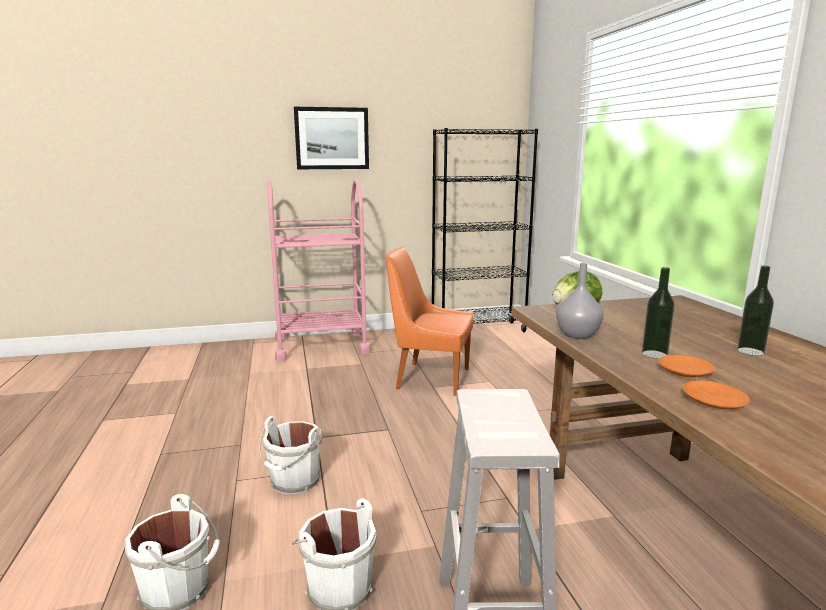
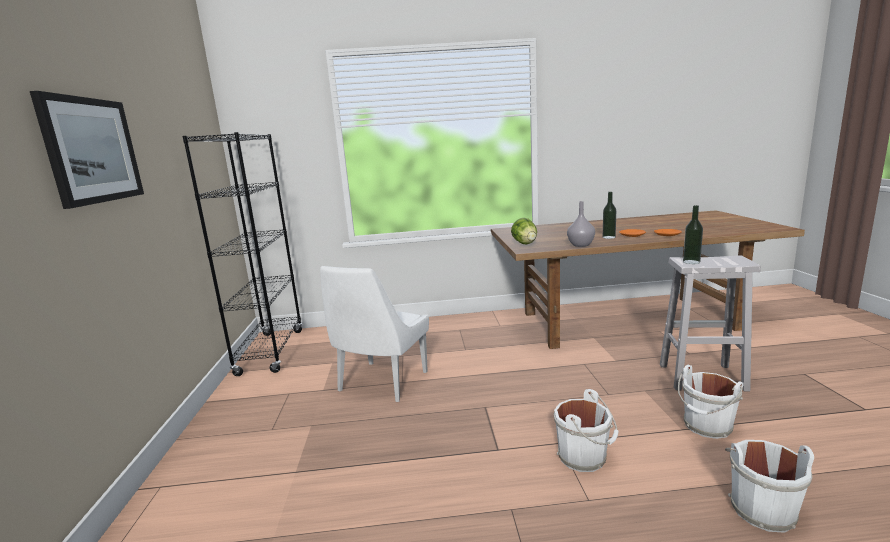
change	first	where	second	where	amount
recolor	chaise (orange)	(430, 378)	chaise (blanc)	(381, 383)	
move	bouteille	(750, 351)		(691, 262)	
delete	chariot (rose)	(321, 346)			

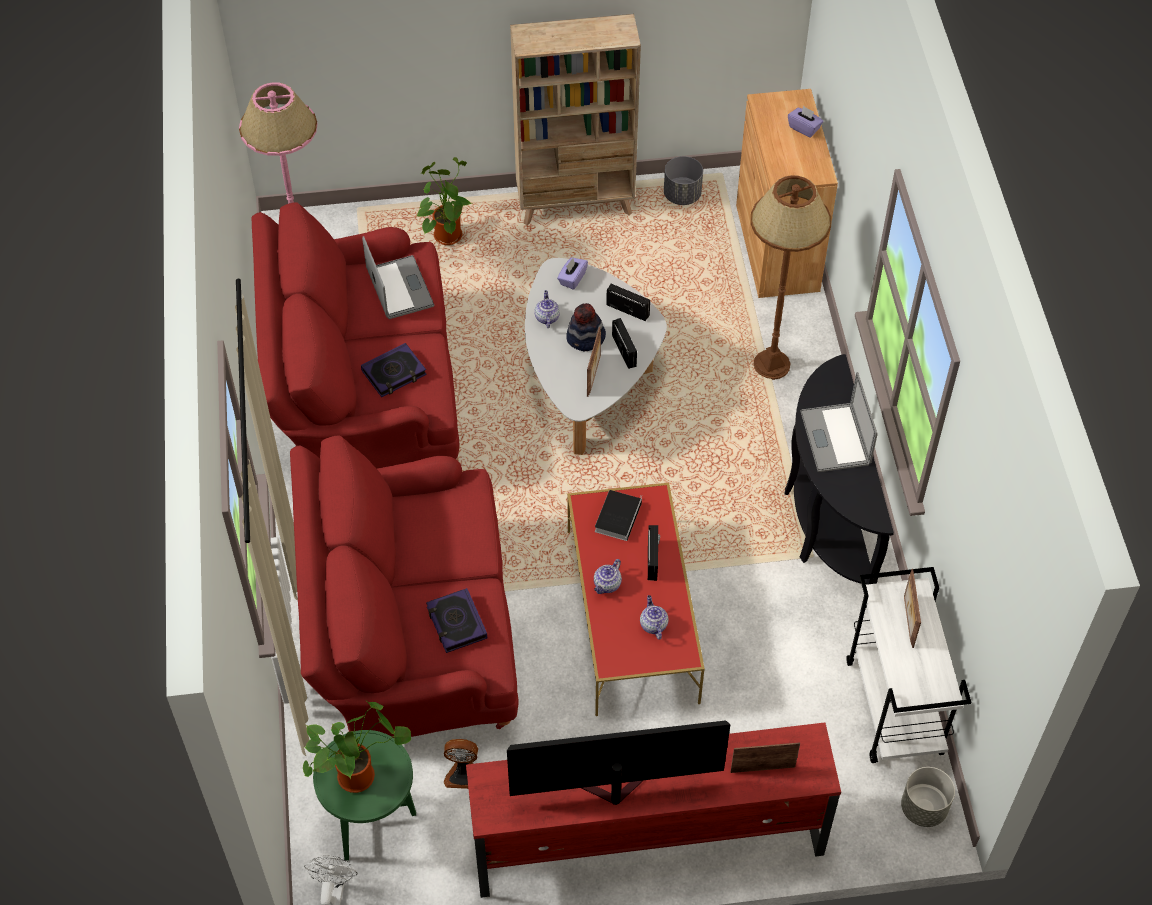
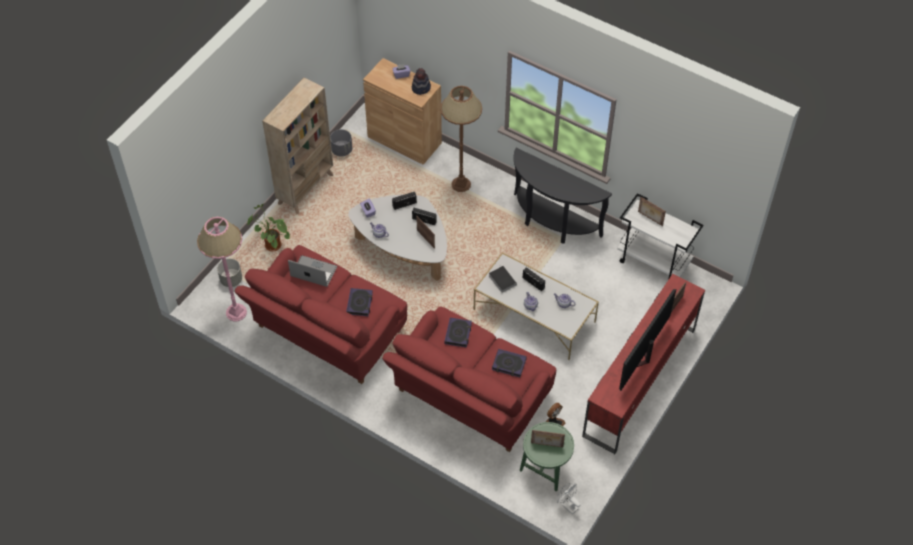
change	first	where	second	where	amount
move	cache-pot (gris)	(924, 808)		(231, 279)	
move	chapeau	(586, 338)		(421, 88)	
insert			livre	(458, 334)	
recolor	table basse (rouge)	(631, 614)	table basse (blanc)	(533, 315)	
replace	plante en pot	(359, 773)	cadre photo	(547, 445)	
delete	ordinateur portable	(835, 438)			

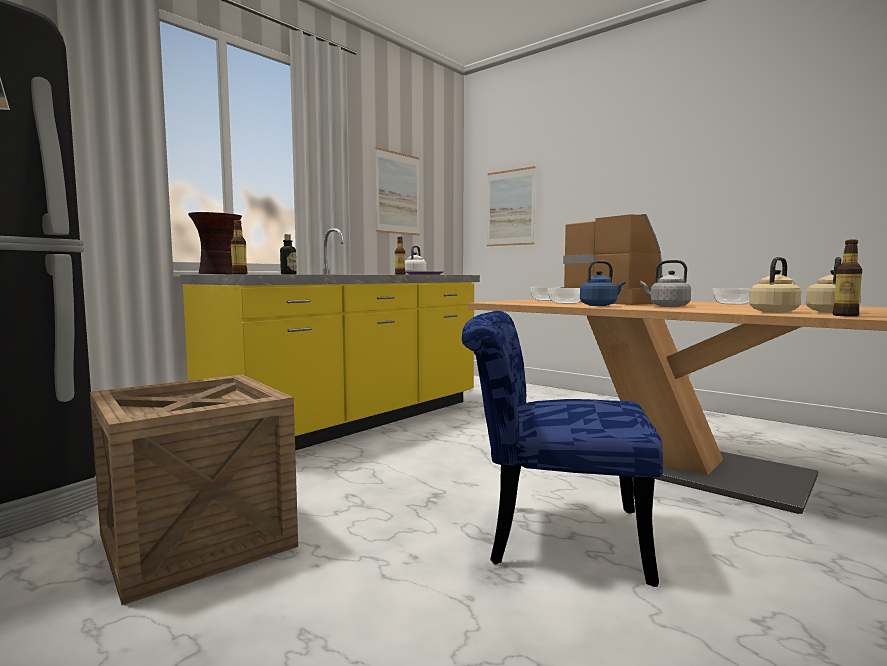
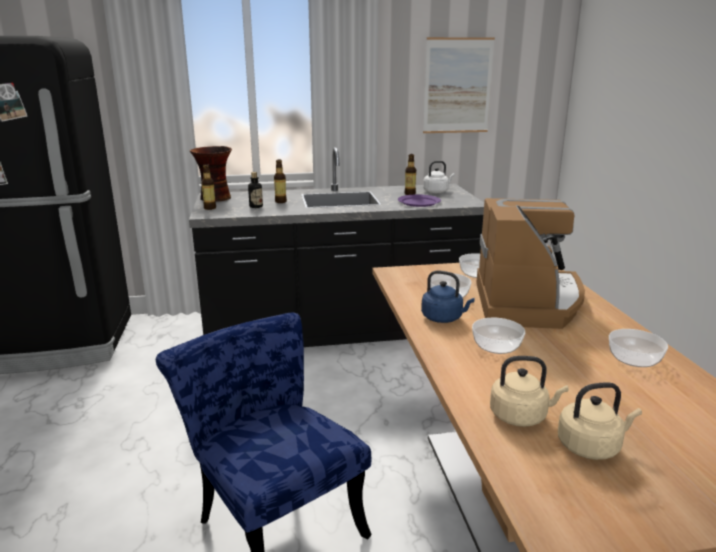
change	first	where	second	where	amount
recolor	comptoir de cuisine (jaune)	(353, 422)	comptoir de cuisine (noir)	(339, 331)	
move	bouteille	(845, 315)		(280, 202)	
replace	bouilloire (gris)	(667, 306)	bol	(495, 346)	
delete	caisse	(196, 540)			
delete	tableau	(510, 208)			

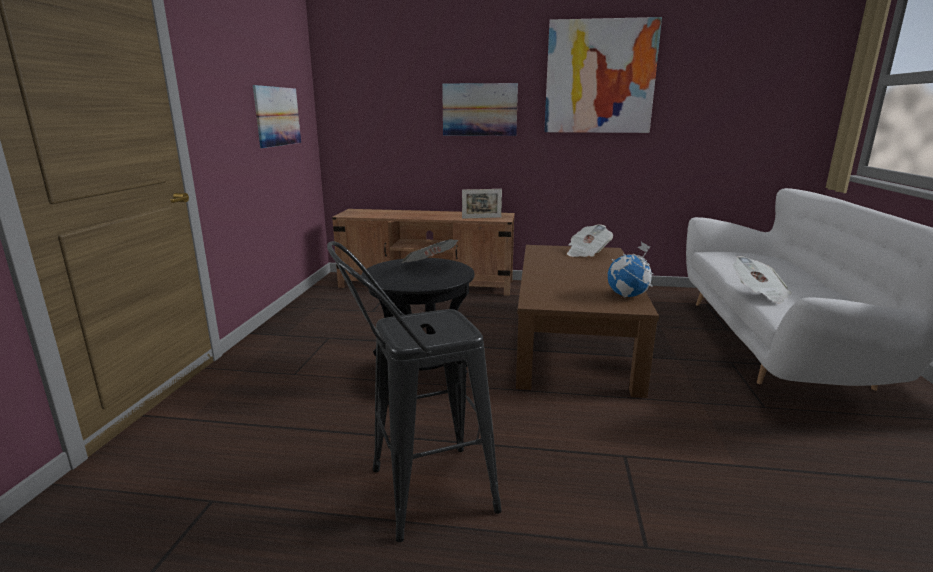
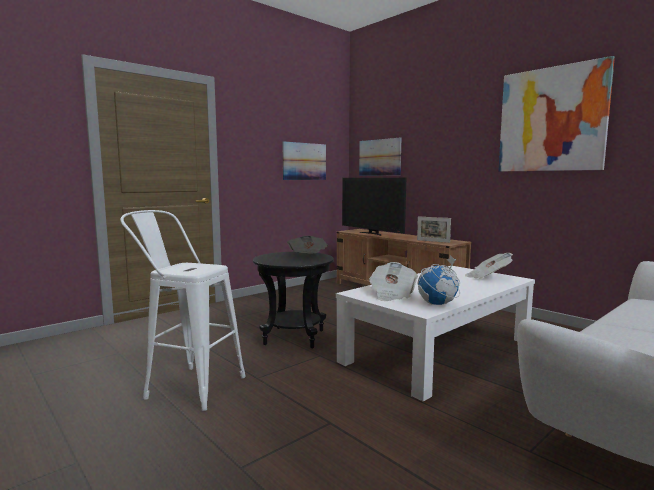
change	first	where	second	where	amount
recolor	tabouret (noir)	(418, 493)	tabouret (blanc)	(188, 385)	
recolor	table basse (marron)	(573, 341)	table basse (blanc)	(438, 351)	
insert			téléviseur	(372, 233)	
move	tableau	(479, 109)		(379, 157)	
move	journal	(759, 294)		(392, 295)	

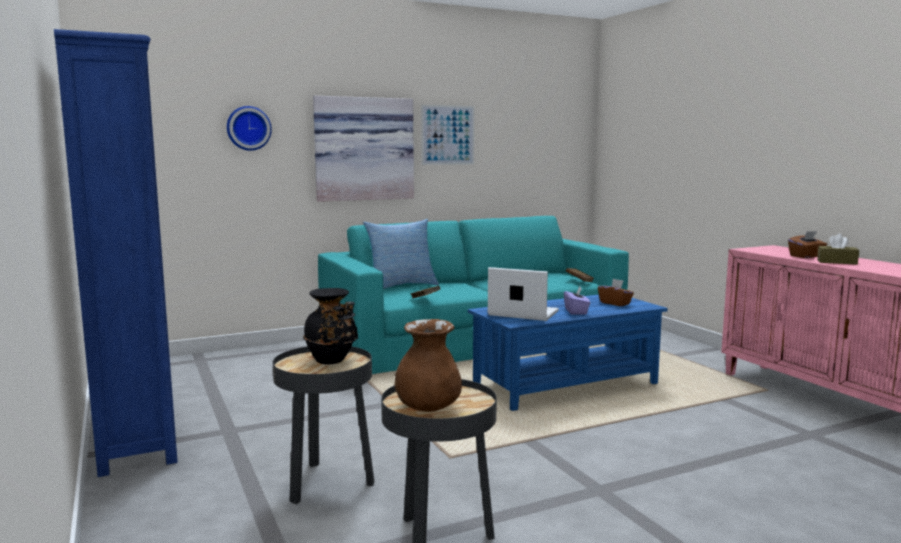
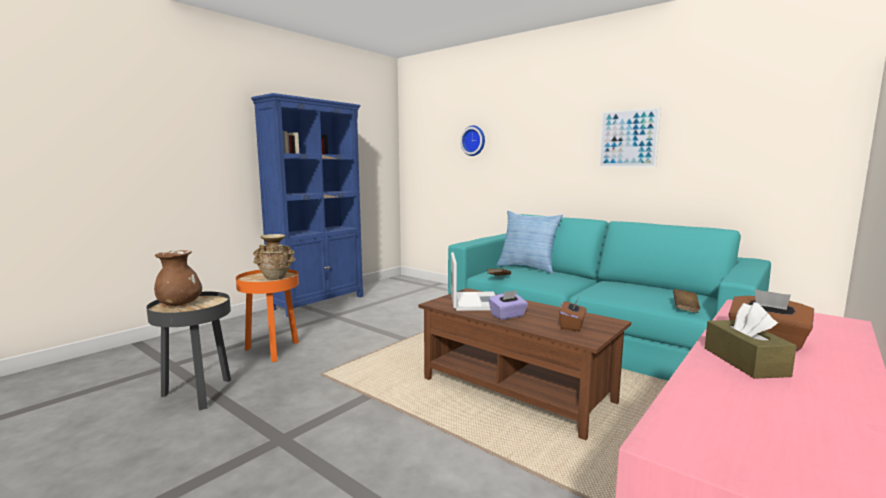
change	first	where	second	where	amount
recolor	table d'appoint (noir)	(327, 482)	table d'appoint (orange)	(273, 350)	
recolor	vase (noir)	(332, 360)	vase (beige)	(275, 278)	
recolor	table basse (bleu)	(565, 385)	table basse (marron)	(517, 390)	
delete	tableau	(363, 149)			

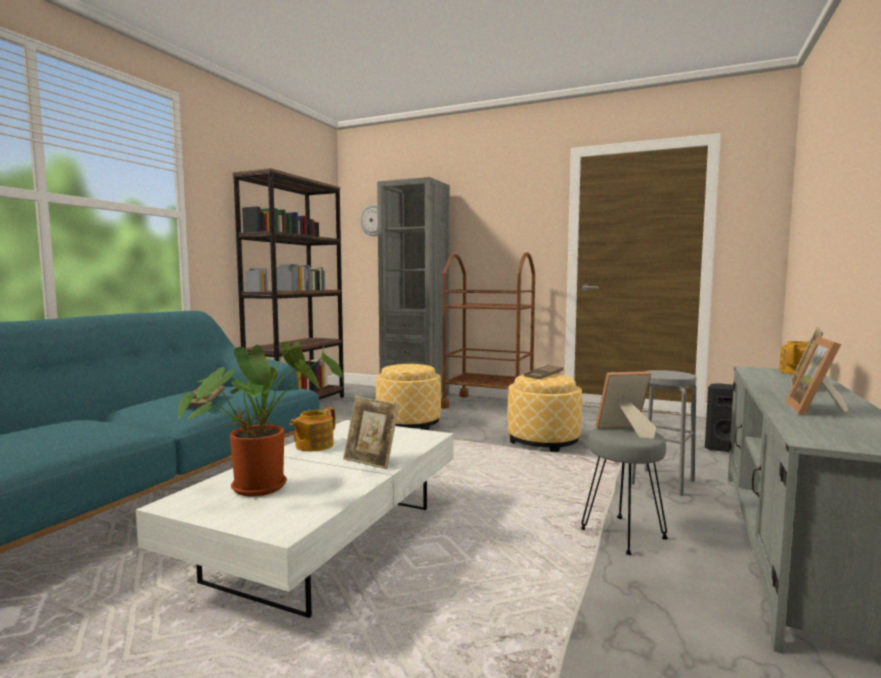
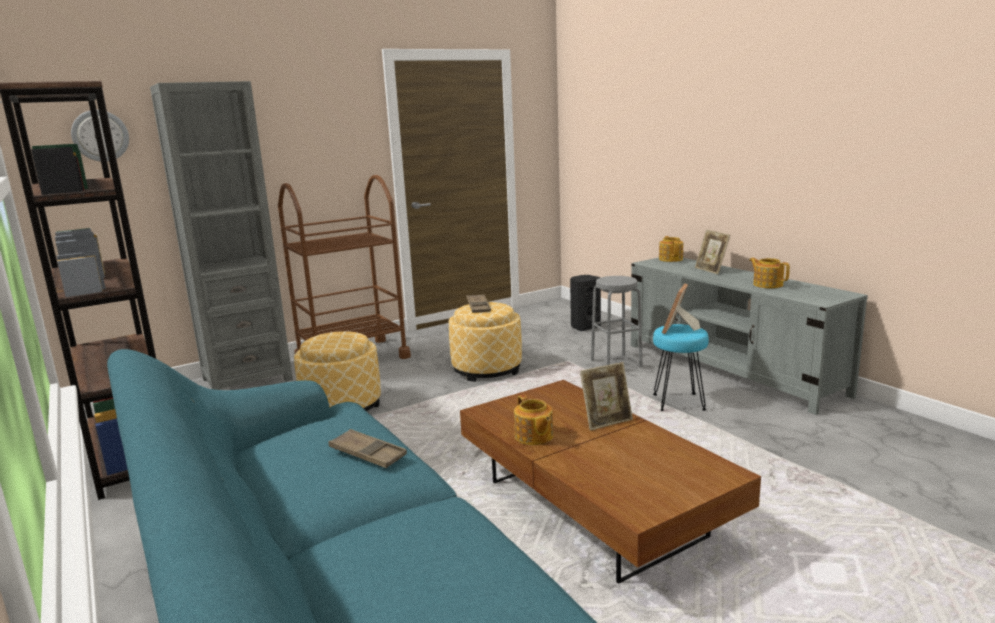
change	first	where	second	where	amount
recolor	table basse (blanc)	(327, 541)	table basse (marron)	(591, 508)	
recolor	tabouret (gris)	(622, 535)	tabouret (turquoise)	(678, 402)	
replace	cadre photo	(817, 411)	théière	(767, 284)	
delete	plante en pot	(264, 485)			

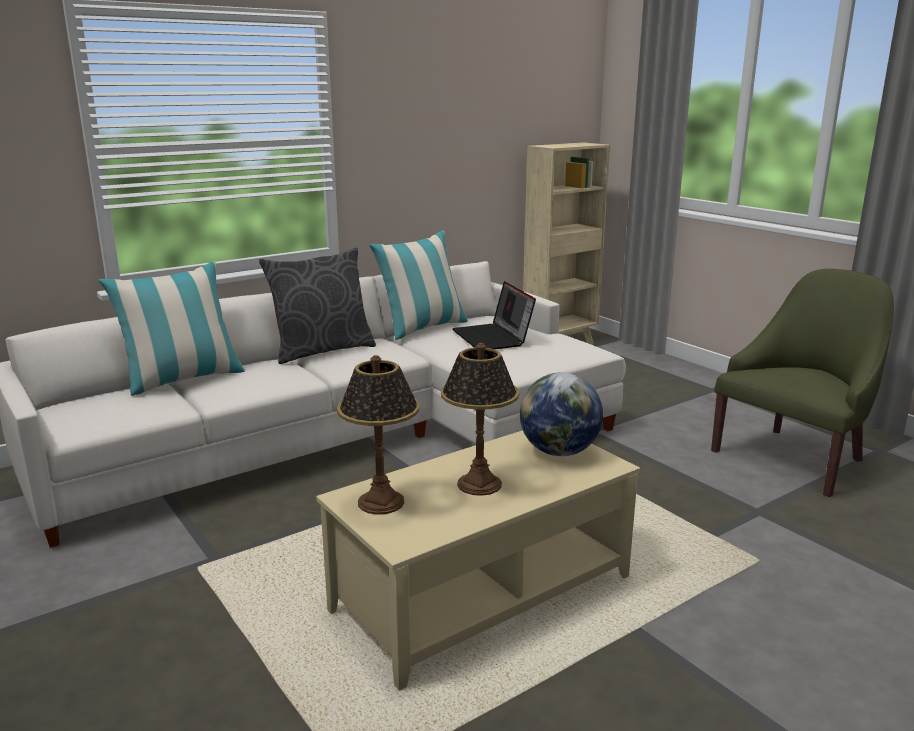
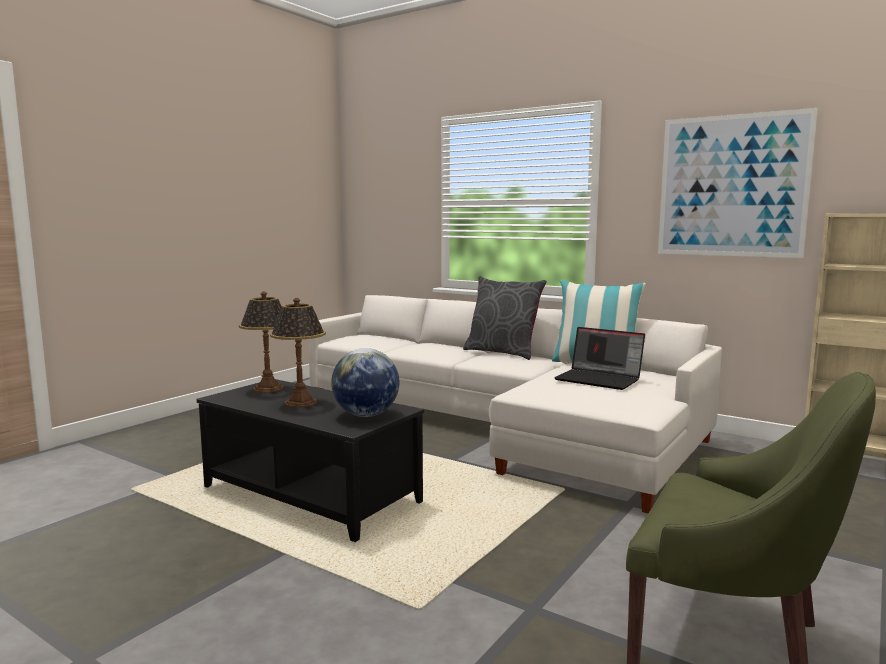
change	first	where	second	where	amount
recolor	table basse (beige)	(481, 593)	table basse (noir)	(312, 494)	
rotate	ordinateur portable	(493, 338)		(600, 379)	105 degrees counterclockwise
insert			tableau	(731, 186)	
delete	coussin	(183, 379)			

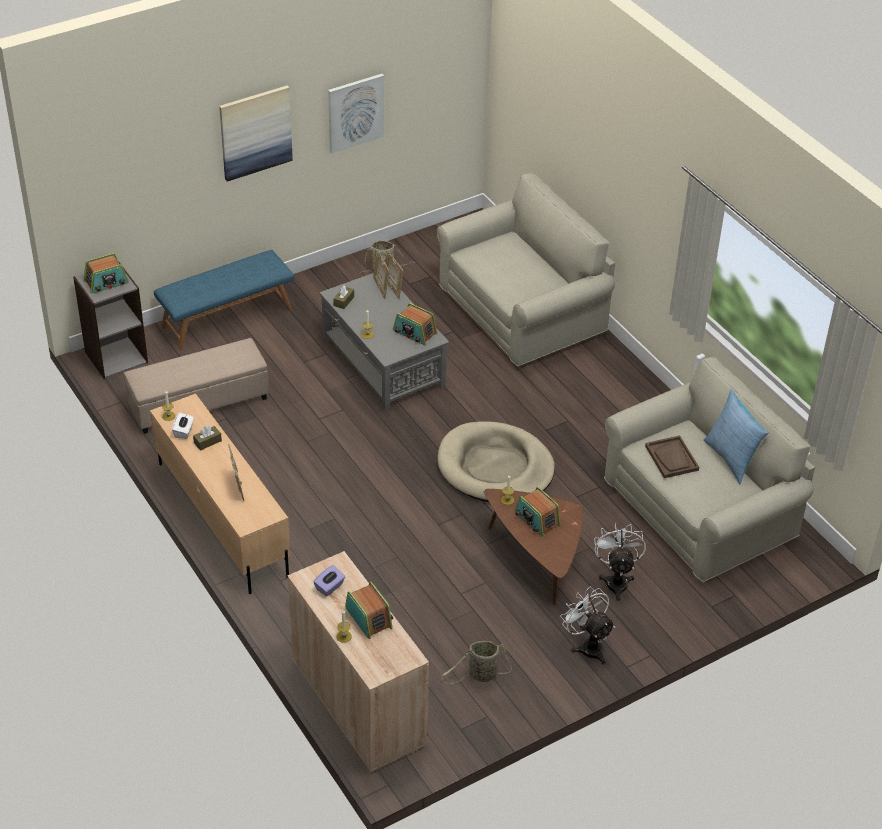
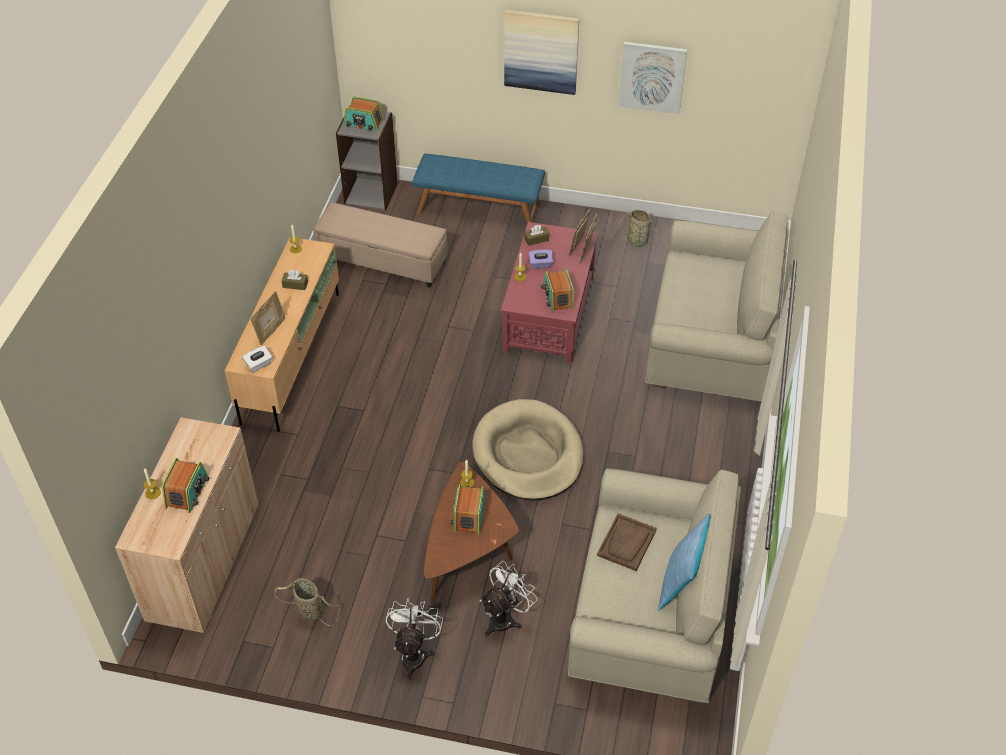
change	first	where	second	where	amount
move	boîte à mouchoirs (blanc)	(184, 431)		(259, 364)	
recolor	table basse (gris)	(383, 362)	table basse (rouge)	(548, 313)	
move	boîte à mouchoirs (violet)	(329, 587)		(540, 264)	

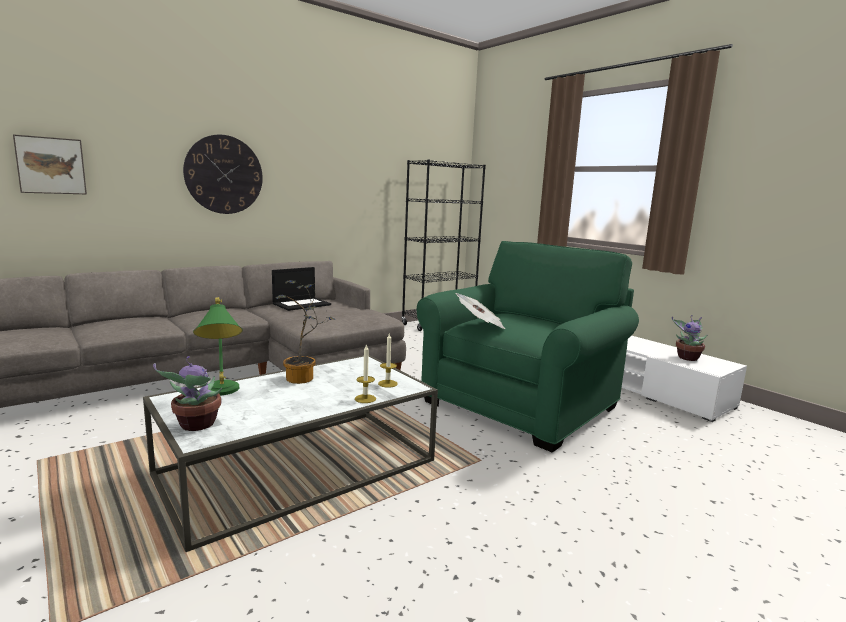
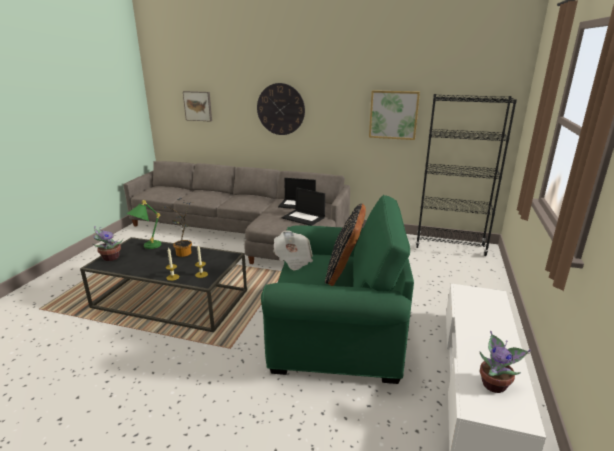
change	first	where	second	where	amount
recolor	table basse (blanc)	(298, 467)	table basse (noir)	(171, 299)	
insert			ordinateur portable	(304, 218)	
insert			coussin (noir)	(344, 271)	
insert			tableau	(393, 115)	

